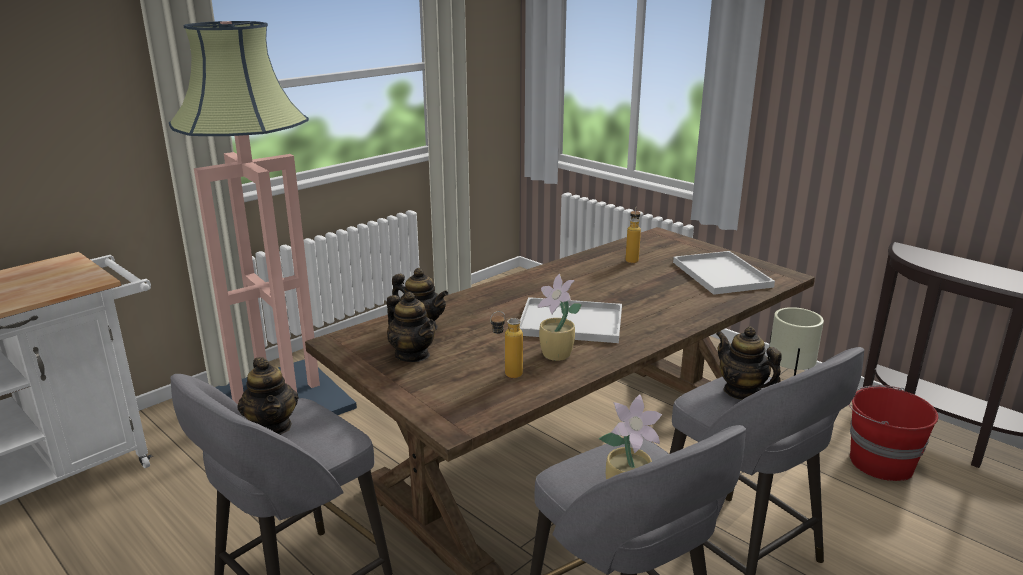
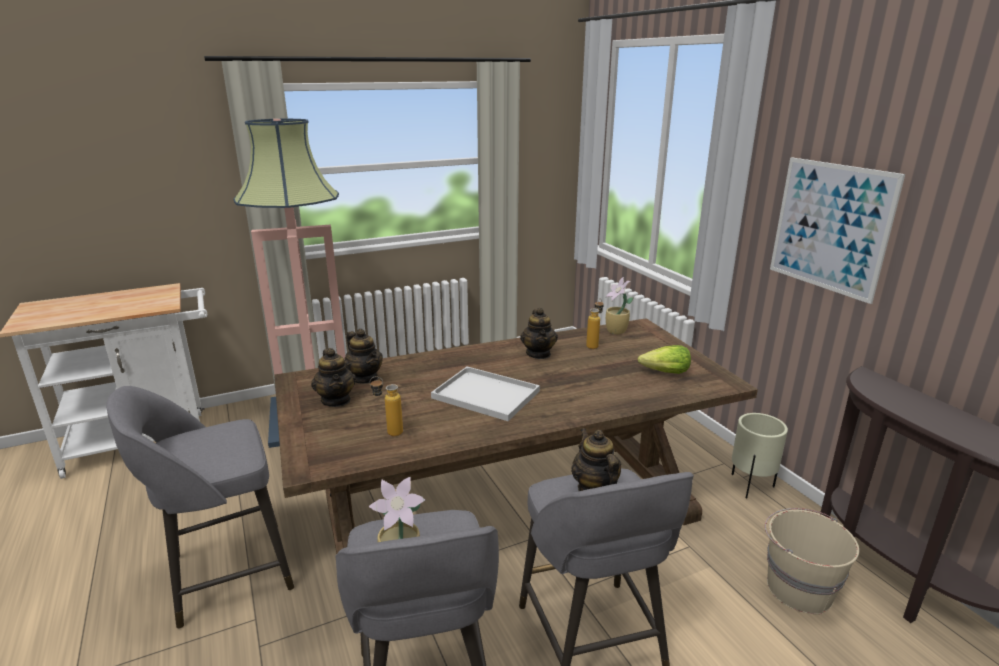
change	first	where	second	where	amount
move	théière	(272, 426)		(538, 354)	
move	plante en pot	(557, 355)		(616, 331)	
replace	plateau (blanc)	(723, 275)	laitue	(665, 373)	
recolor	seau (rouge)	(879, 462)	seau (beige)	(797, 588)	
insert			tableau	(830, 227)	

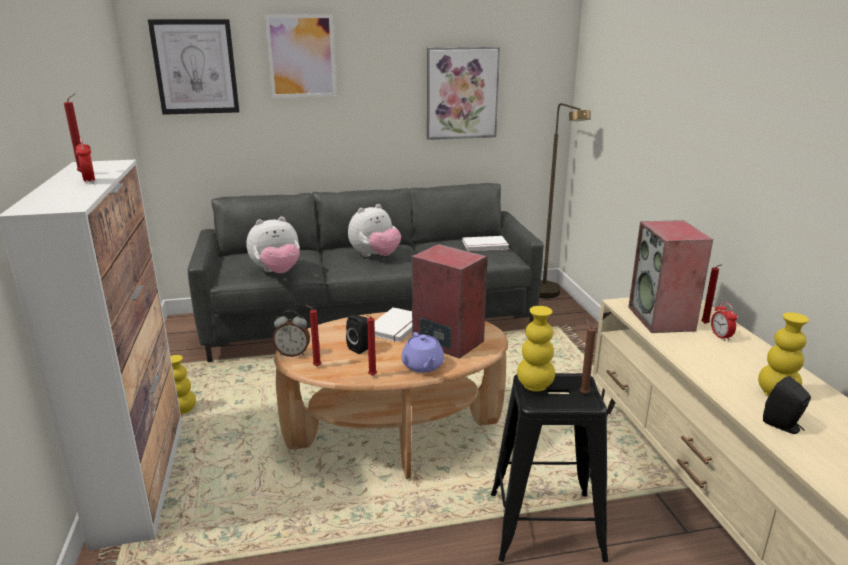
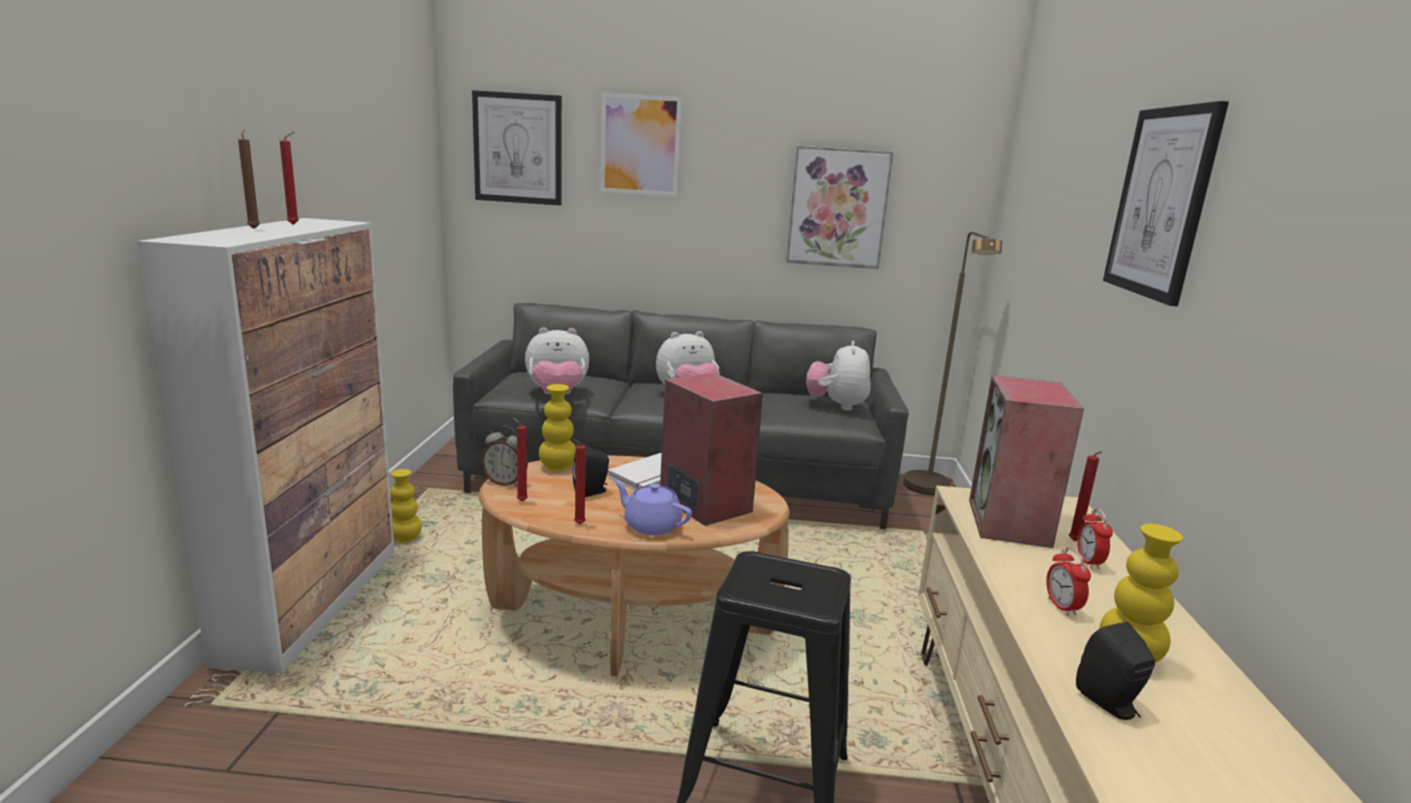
change	first	where	second	where	amount
move	bougie (marron)	(583, 393)		(254, 228)	
move	vase (jaune)	(534, 386)		(557, 467)	
rotate	théière (violet)	(423, 366)		(651, 525)	120 degrees clockwise
replace	livre (blanc)	(485, 246)	peluche	(836, 406)	
move	réveil	(89, 181)		(1062, 607)	
insert			tableau	(1161, 202)	

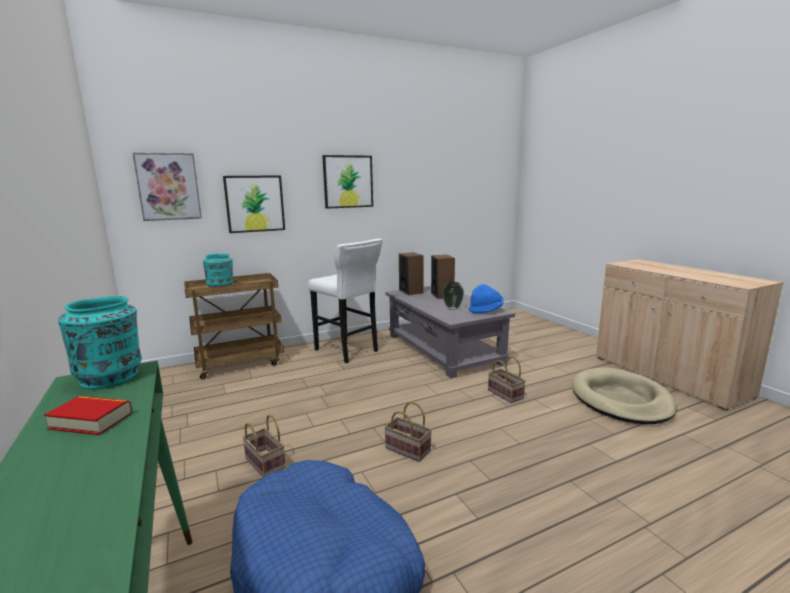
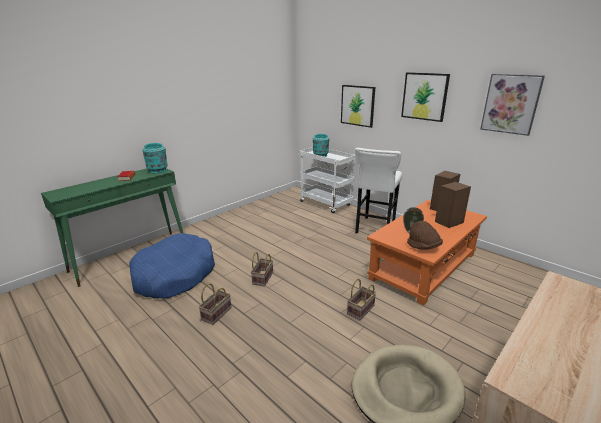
change	first	where	second	where	amount
move	panier	(264, 463)		(216, 313)	
recolor	chariot (marron)	(241, 363)	chariot (blanc)	(326, 204)	
recolor	table basse (gris)	(443, 349)	table basse (orange)	(423, 266)	
recolor	chapeau (bleu)	(486, 310)	chapeau (marron)	(423, 247)	
move	tableau	(168, 187)		(510, 104)	

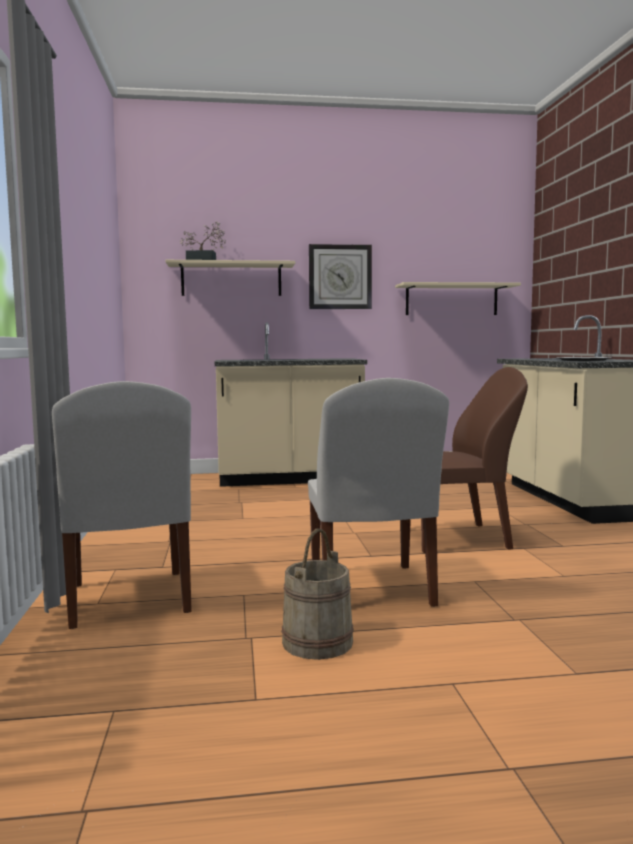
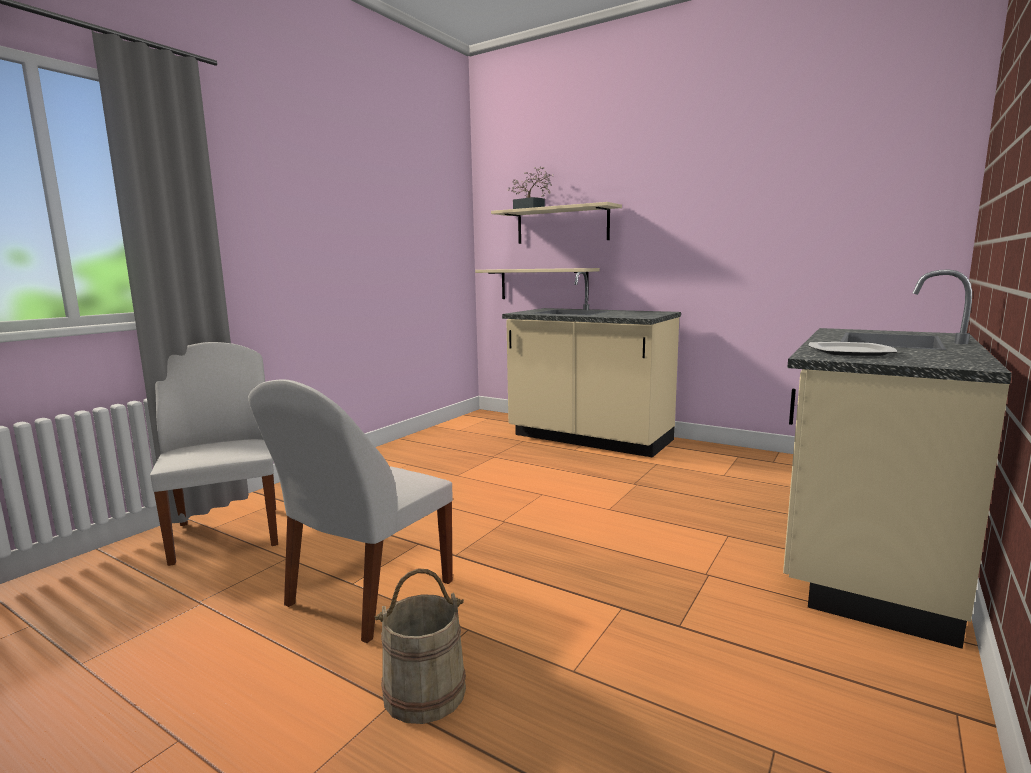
change	first	where	second	where	amount
rotate	chaise (blanc)	(129, 600)		(228, 533)	135 degrees clockwise
move	seau (beige)	(318, 642)		(424, 692)	
move	étagère (beige)	(451, 300)		(543, 284)	
delete	horloge murale	(340, 277)			
delete	chaise (marron)	(457, 538)			

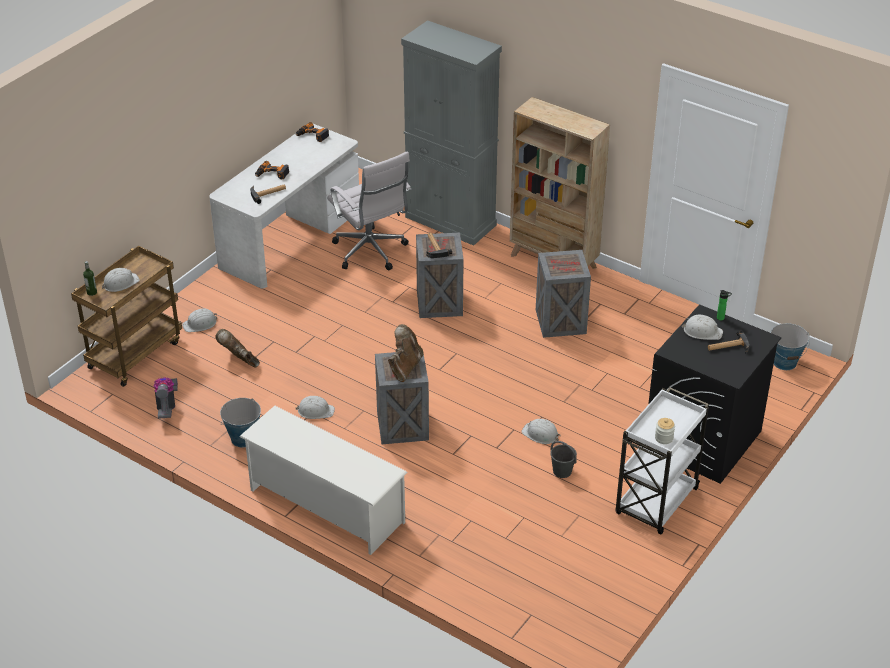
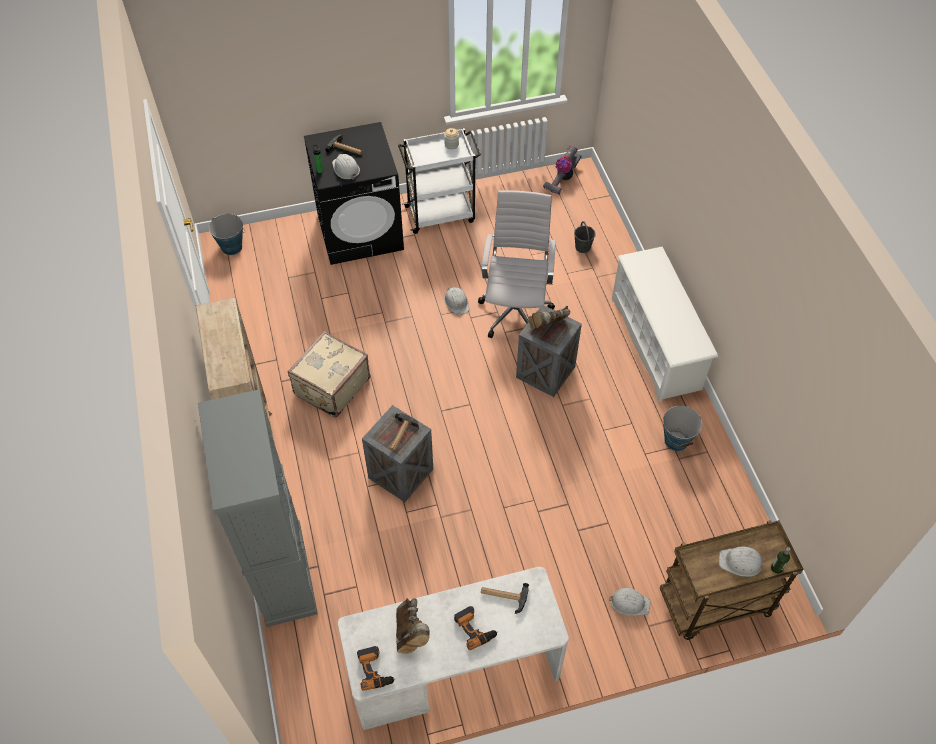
change	first	where	second	where	amount
replace	caisse	(559, 321)	valise (beige)	(331, 386)	
move	botte (marron)	(239, 360)		(410, 633)	
move	chaise de bureau (blanc)	(371, 253)		(515, 311)	
move	aspirateur	(167, 406)		(562, 179)	
move	seau (gris)	(562, 471)		(583, 247)	
delete	casque de chantier (blanc)	(315, 411)			

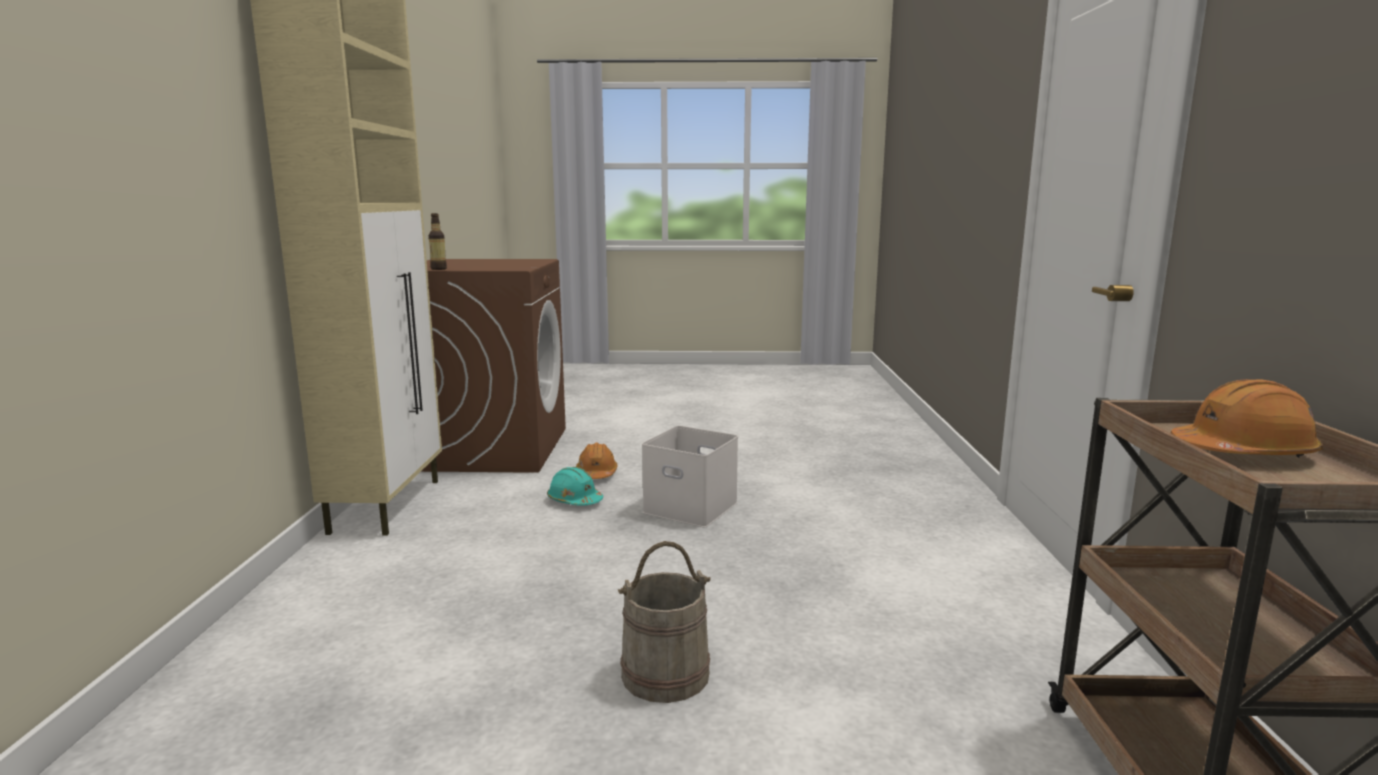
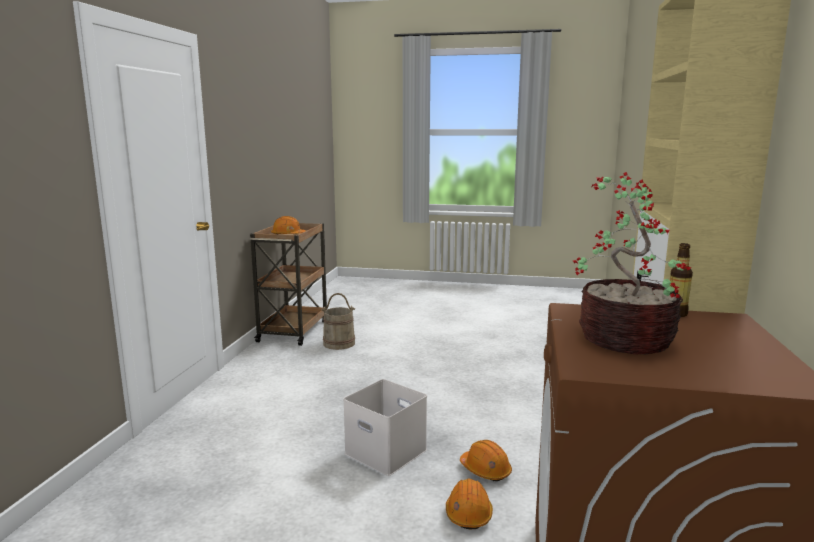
change	first	where	second	where	amount
move	seau (beige)	(665, 675)		(339, 343)	
recolor	casque de chantier (turquoise)	(574, 501)	casque de chantier (orange)	(485, 470)	
insert			plante en pot	(623, 338)	

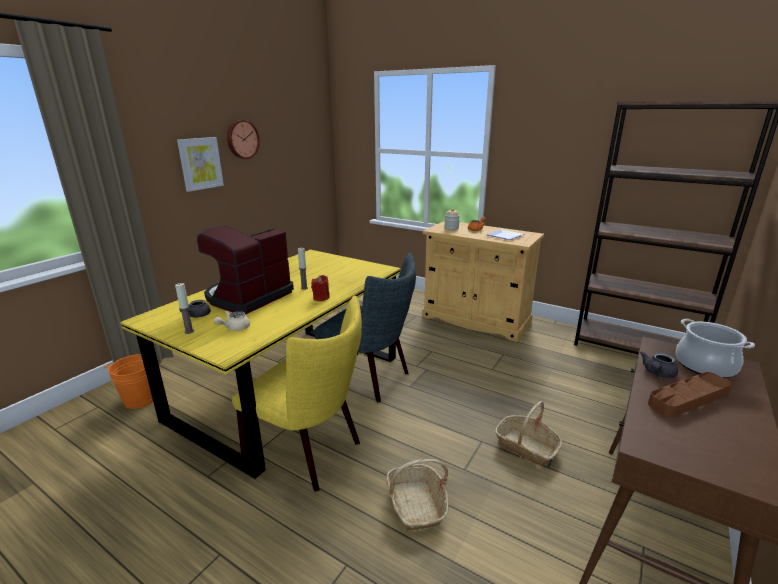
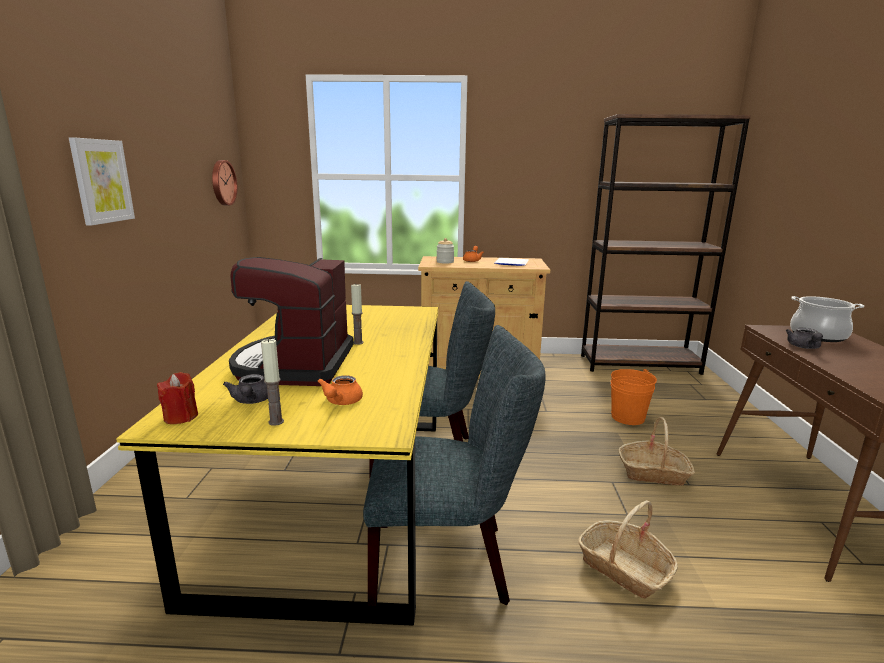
change	first	where	second	where	amount
move	bougie (rouge)	(321, 298)		(181, 417)	
move	horloge murale	(242, 139)		(222, 182)	
recolor	théière (beige)	(234, 328)	théière (orange)	(341, 402)	
recolor	chaise (jaune)	(310, 452)	chaise (gris)	(449, 562)	
move	seau (orange)	(140, 399)		(627, 417)	
delete	plateau (marron)	(688, 398)			

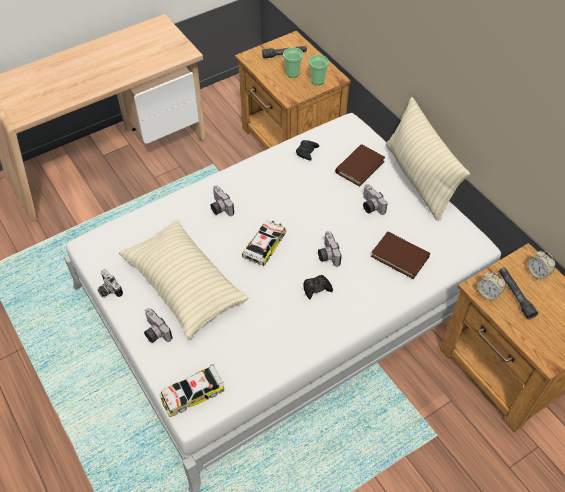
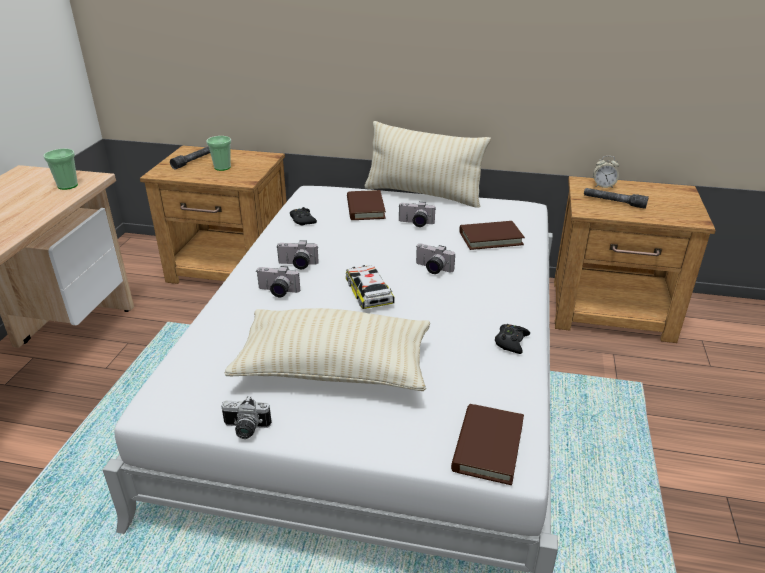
change	first	where	second	where	amount
move	tasse	(317, 80)		(67, 185)	
move	appareil photo	(155, 332)		(297, 265)	
replace	petite voiture	(192, 394)	livre (marron)	(488, 446)	
move	manette (noir)	(316, 289)		(511, 342)	
delete	réveil	(487, 293)			

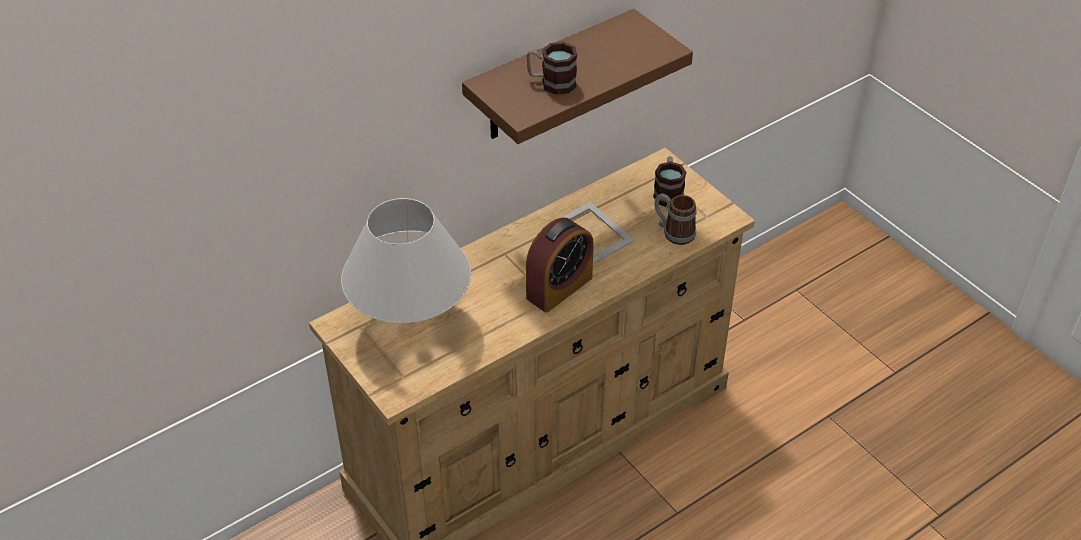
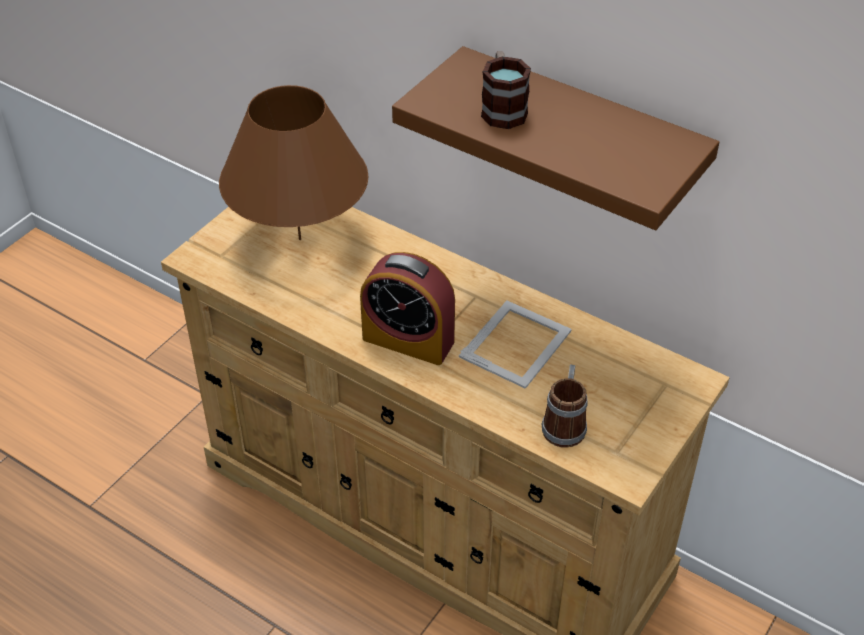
change	first	where	second	where	amount
recolor	lampe de table (blanc)	(411, 323)	lampe de table (marron)	(300, 239)	
delete	mug	(668, 192)			

